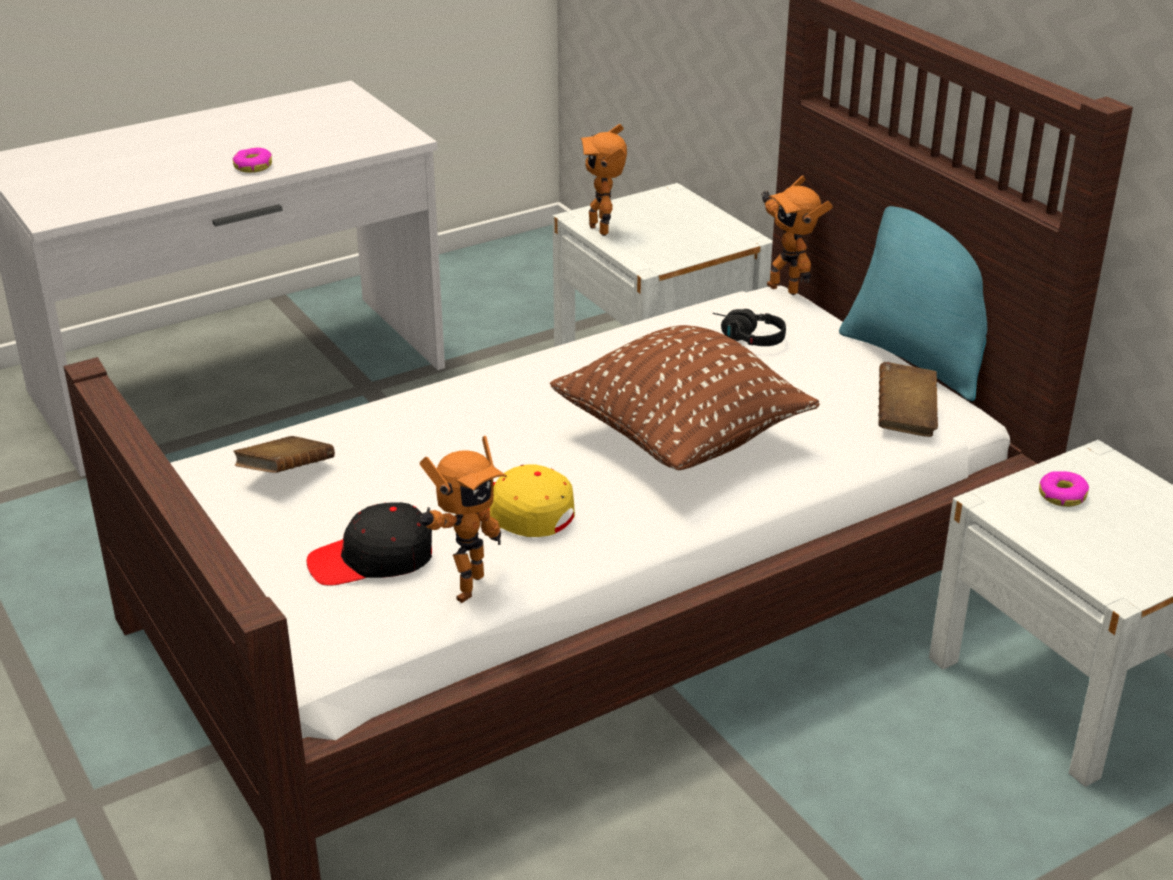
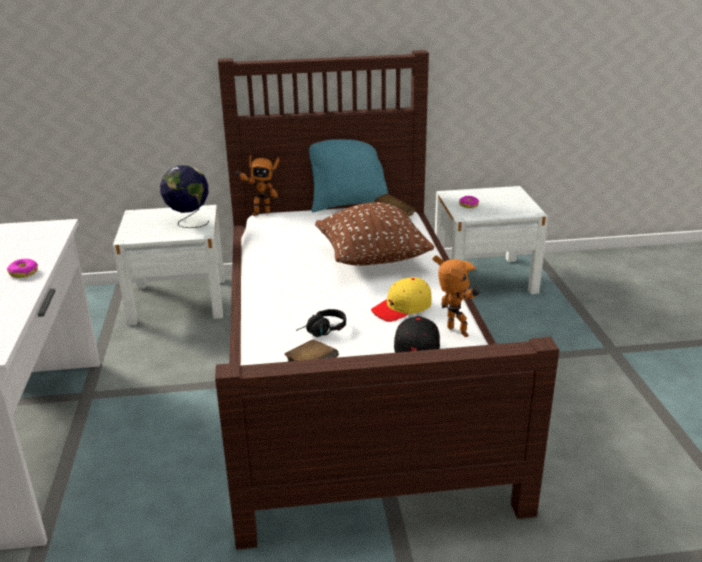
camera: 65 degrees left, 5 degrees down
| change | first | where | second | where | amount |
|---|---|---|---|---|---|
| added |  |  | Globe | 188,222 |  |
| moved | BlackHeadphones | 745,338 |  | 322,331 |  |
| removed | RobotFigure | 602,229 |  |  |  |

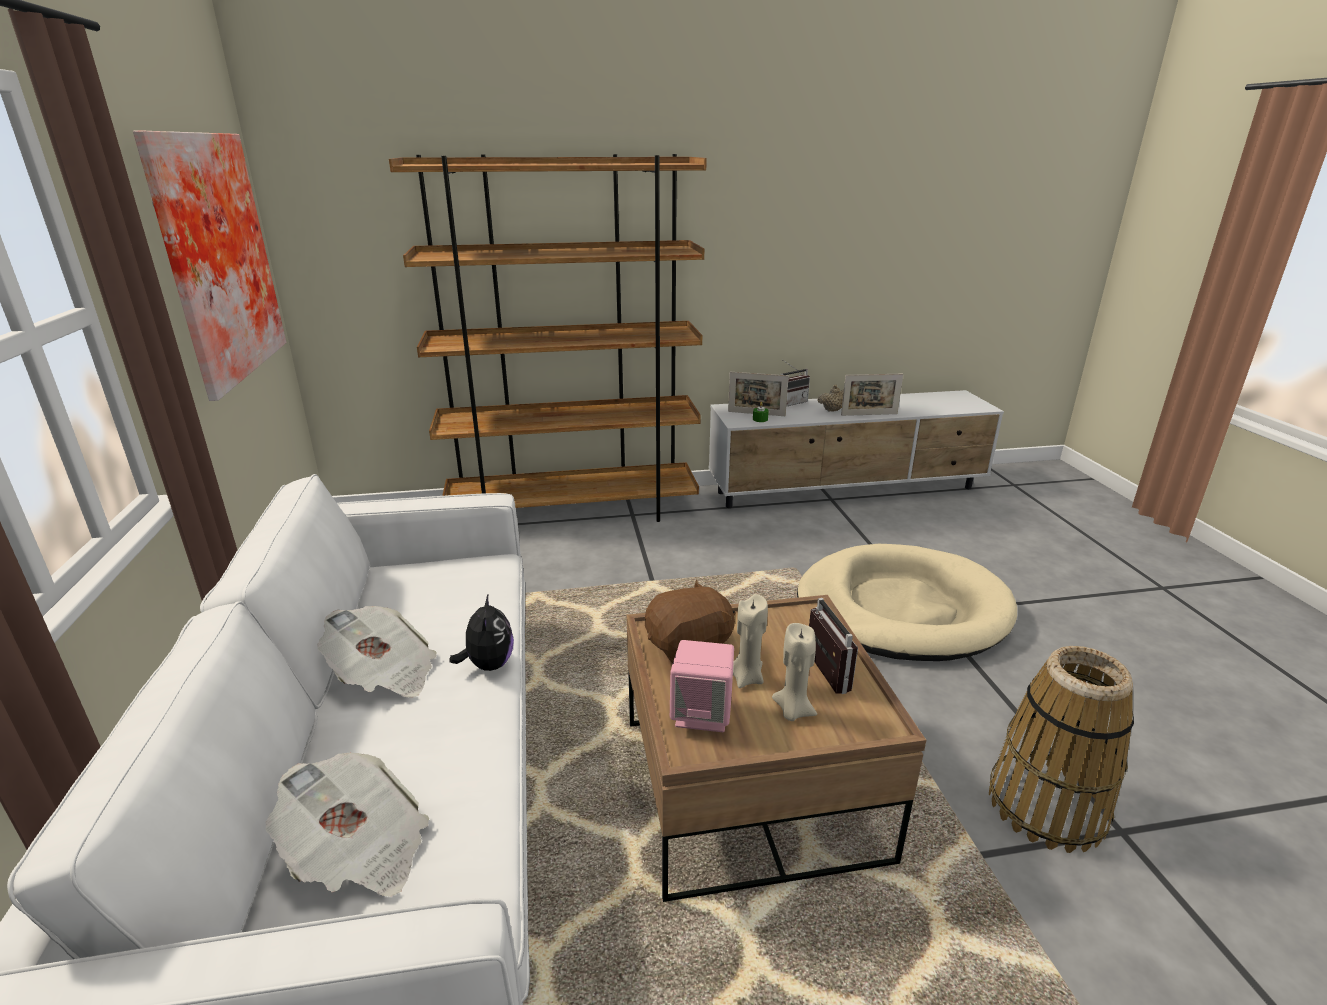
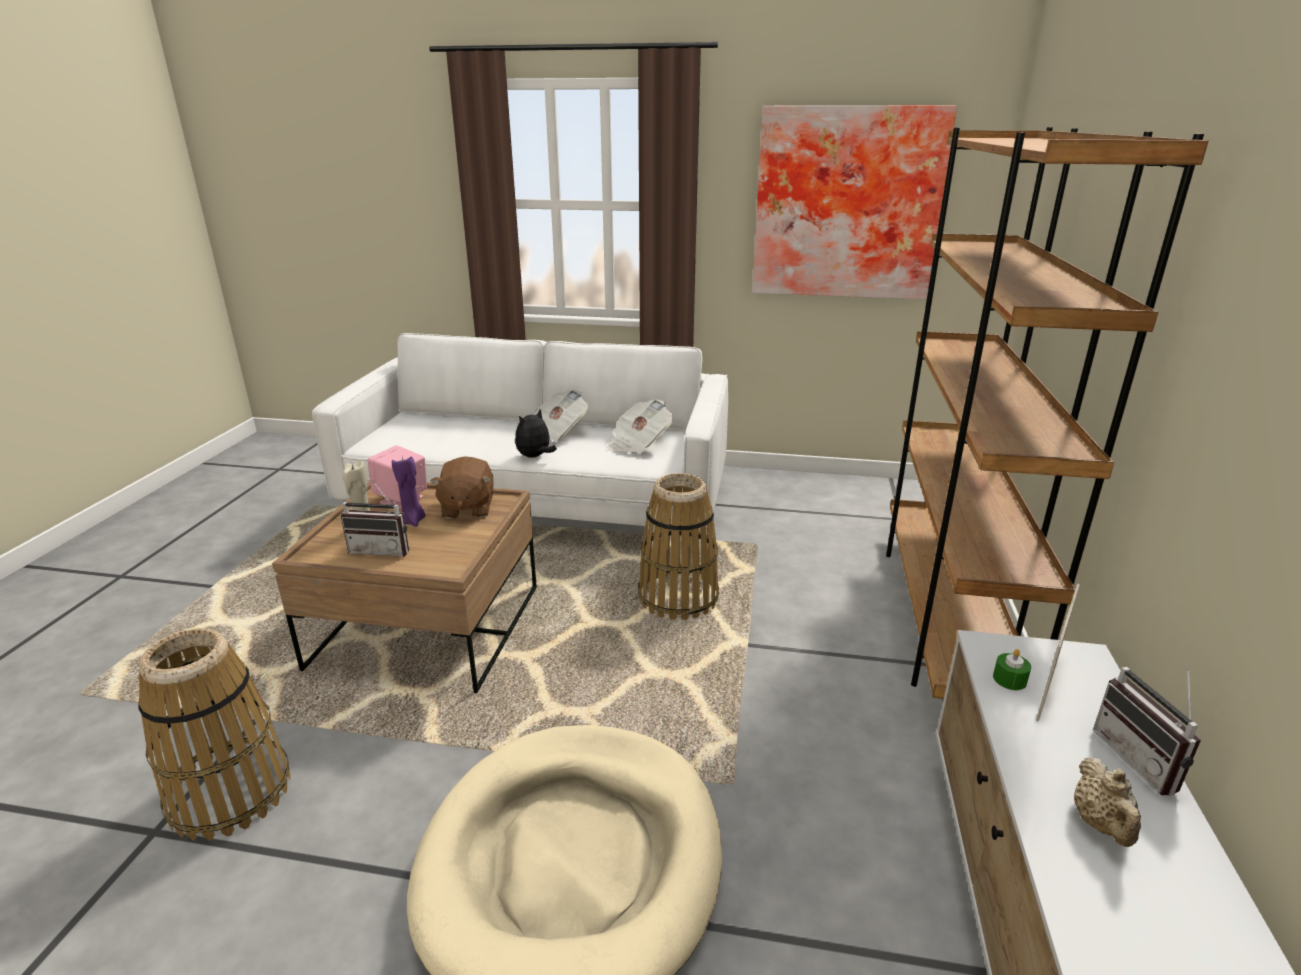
camera: 110 degrees right, 0 degrees up
| change | first | where | second | where | amount |
|---|---|---|---|---|---|
| recoloured | BeigeCandle | 747,678 | PurplishCandle | 413,521 |  |
| turned | CuddlyToy | 488,664 |  | 535,457 | 120 degrees clockwise |
| moved | PrintedPaper | 359,851 |  | 638,444 |  |
| added |  |  | StorageBasket | 678,598 |  |
| removed | StandingFrame | 869,414 |  |  |  |

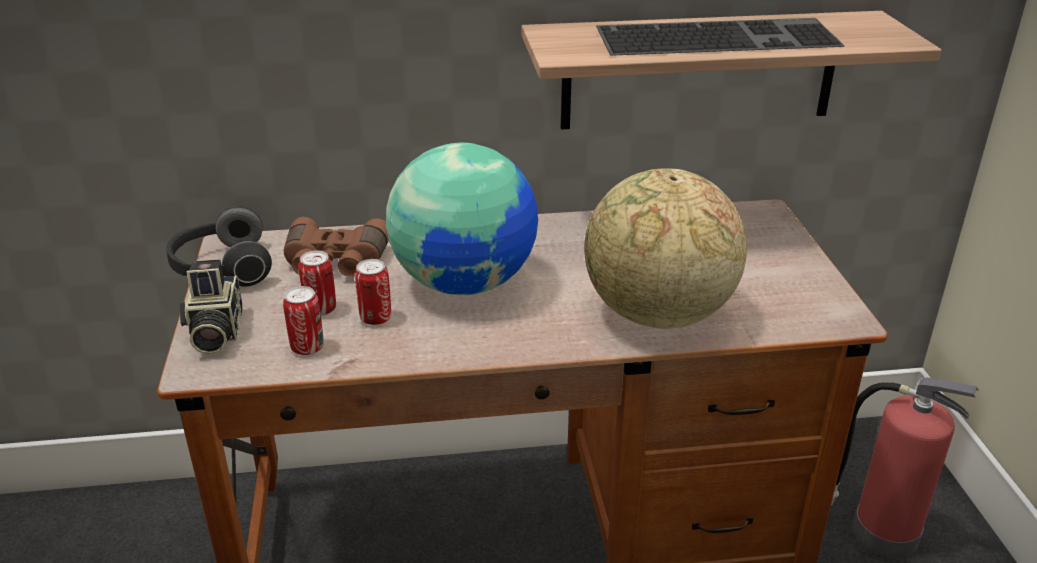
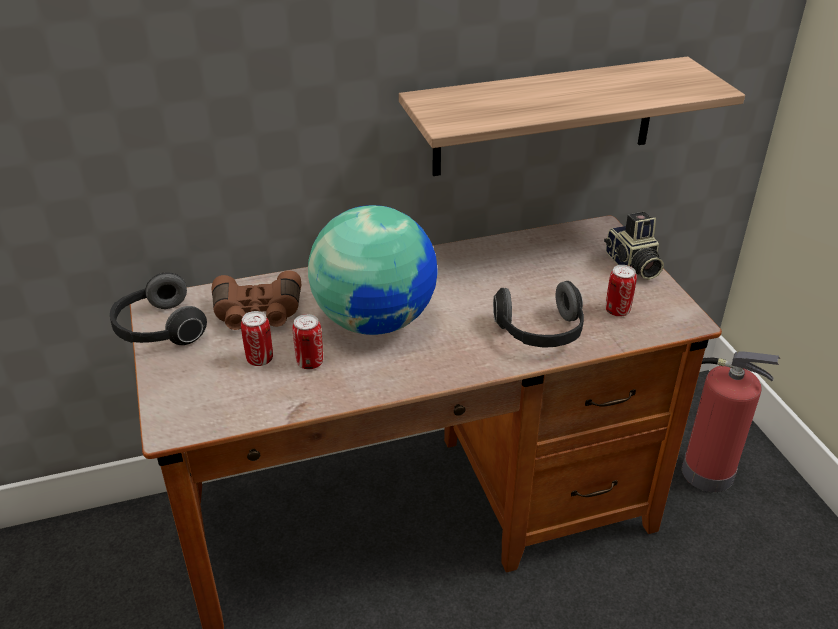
camera: 10 degrees left, 5 degrees up
| change | first | where | second | where | amount |
|---|---|---|---|---|---|
| replaced | Globe | 657,315 | Headphones | 540,333 |  |
| moved | StillCamera | 214,333 |  | 632,265 |  |
| moved | MetalCan | 307,348 |  | 617,311 |  |
| removed | ComputerKeyboard | 718,37 |  |  |  |

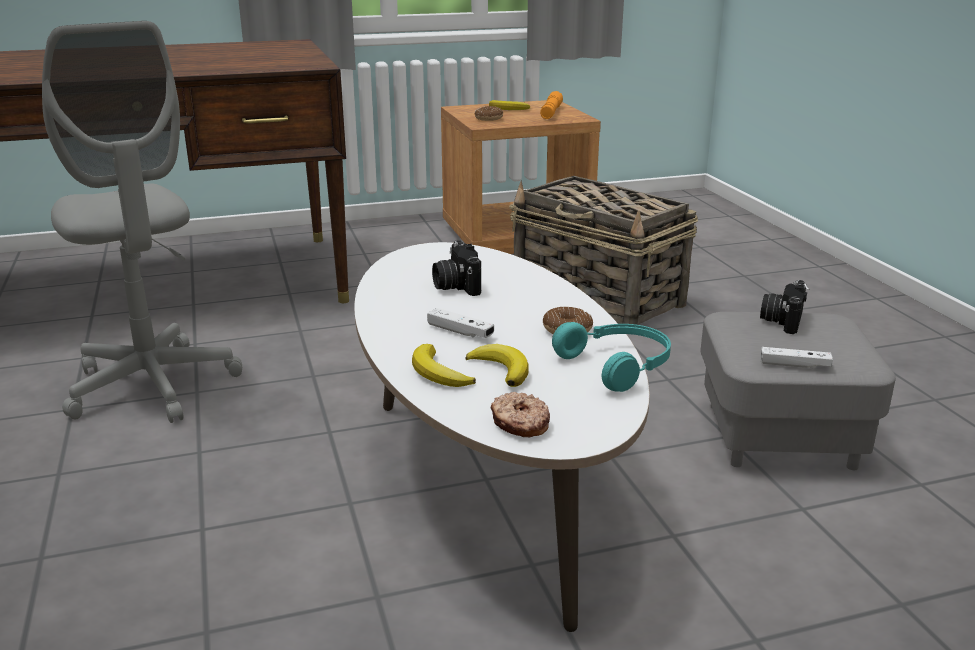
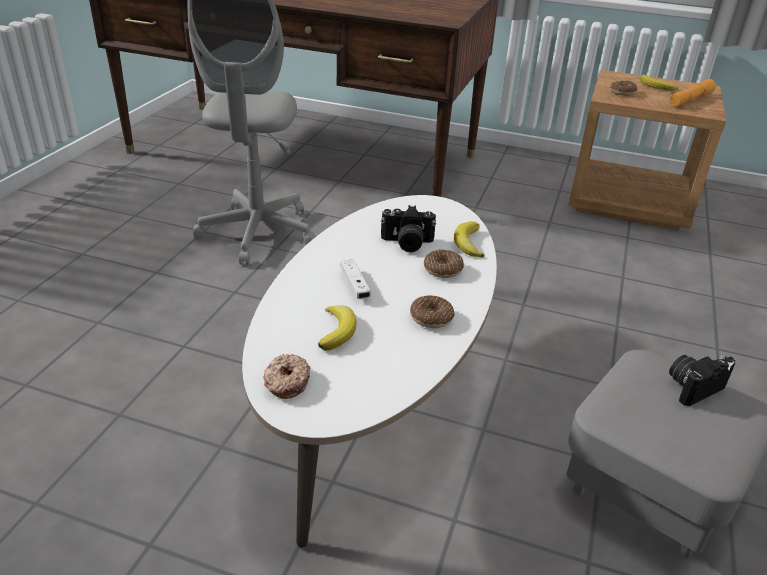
camera: 35 degrees right, 10 degrees up
| change | first | where | second | where | amount |
|---|---|---|---|---|---|
| turned | StillCamera | 455,286 |  | 407,243 | 105 degrees counterclockwise |
| added |  |  | Donut | 443,269 |  |
| moved | Banana | 438,373 |  | 468,243 |  |
| removed | StorageBasket | 599,298 |  |  |  |
| removed | TurquoiseHeadphones | 619,365 |  |  |  |
| removed | WhiteJoypad | 794,365 |  |  |  |

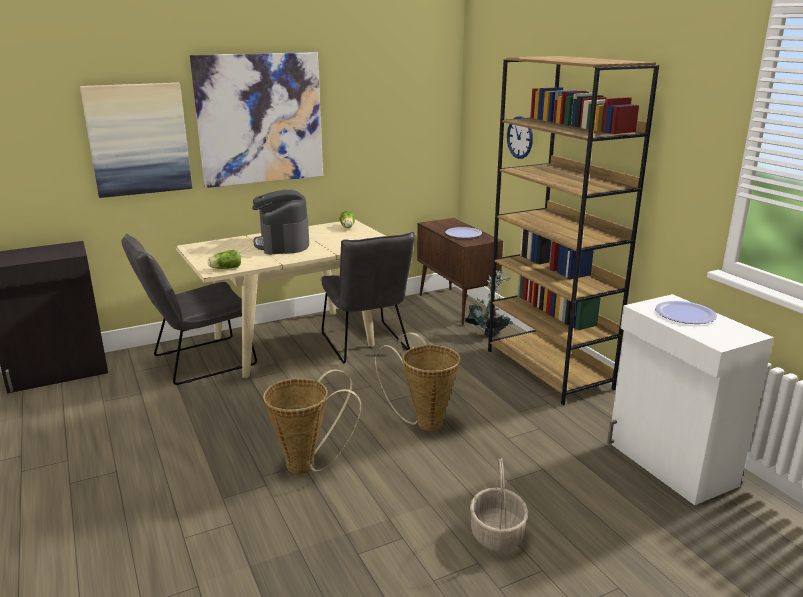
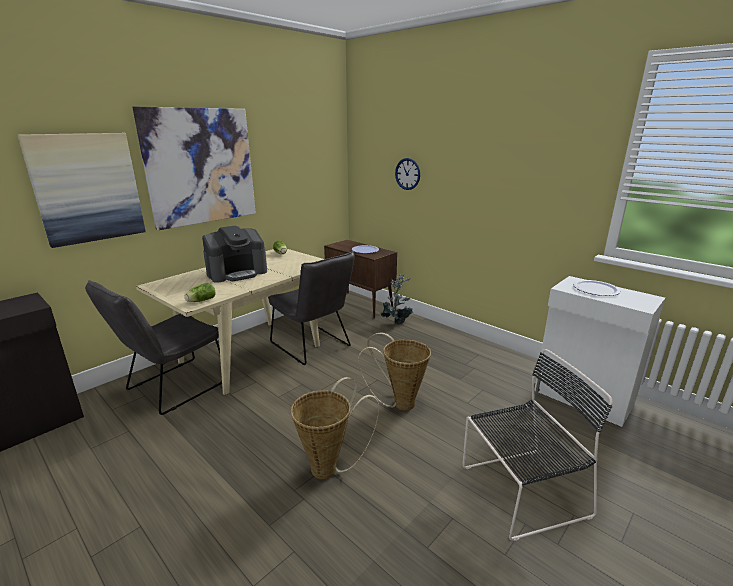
camera: 20 degrees left, 0 degrees up
| change | first | where | second | where | amount |
|---|---|---|---|---|---|
| turned | CoffeeMachine | 282,244 |  | 237,273 | 90 degrees counterclockwise |
| replaced | StorageBasket | 497,535 | BlackPlainChair | 520,492 |  |
| removed | BrownBookshelf | 549,369 |  |  |  |

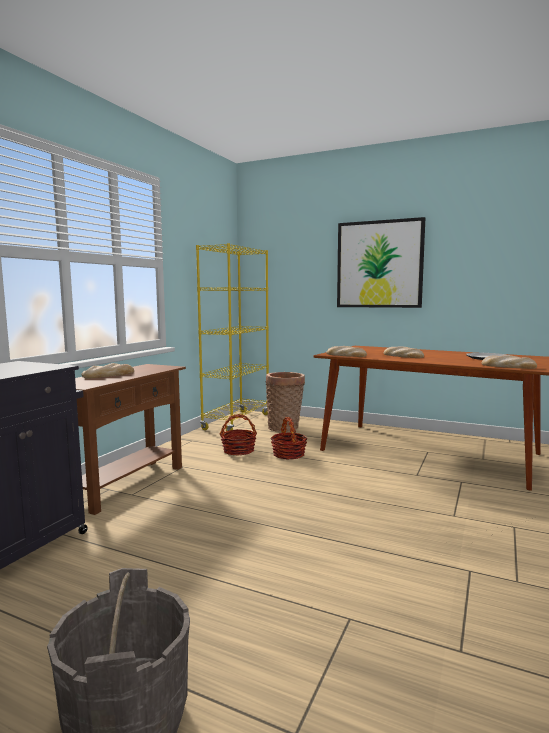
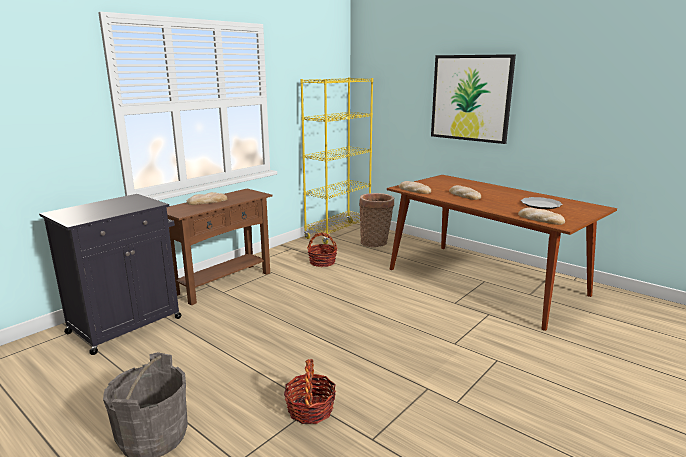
camera: 15 degrees right, 10 degrees up
| change | first | where | second | where | amount |
|---|---|---|---|---|---|
| moved | StorageBasket | 288,454 |  | 310,409 |  |

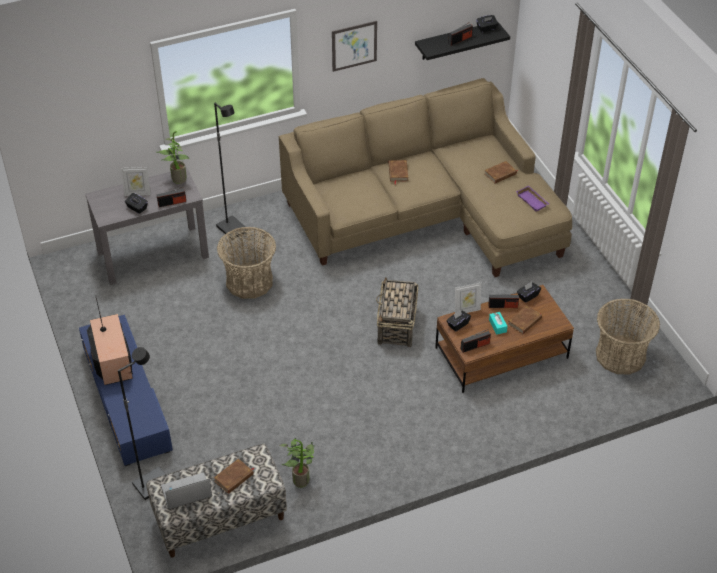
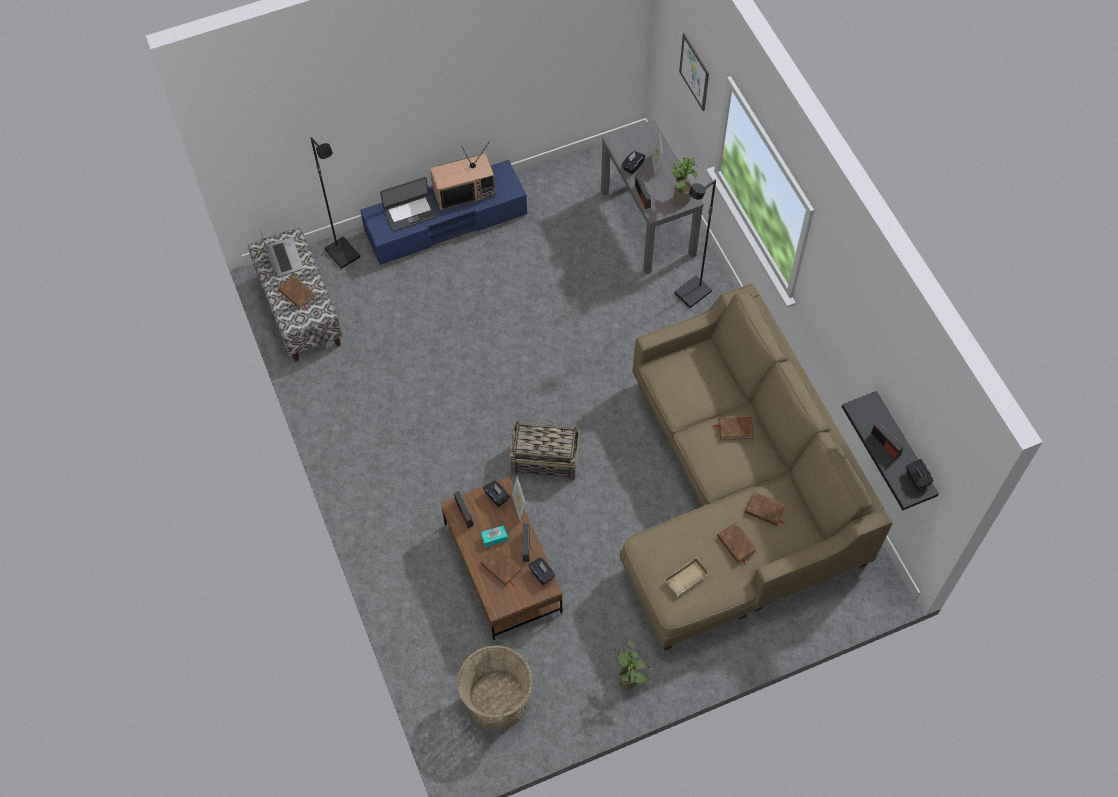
camera: 90 degrees right, 15 degrees up
| change | first | where | second | where | amount |
|---|---|---|---|---|---|
| added |  |  | PortableComputer | 410,212 |  |
| moved | PottedPlant | 301,479 |  | 630,681 |  |
| recoloured | PurplishServingTray | 533,200 | BeigeServingTray | 686,579 |  |
| moved | Picture | 354,46 |  | 694,72 |  |
| added |  |  | BrownVolume | 764,510 |  |
| removed | StorageBasket | 249,281 |  |  |  |

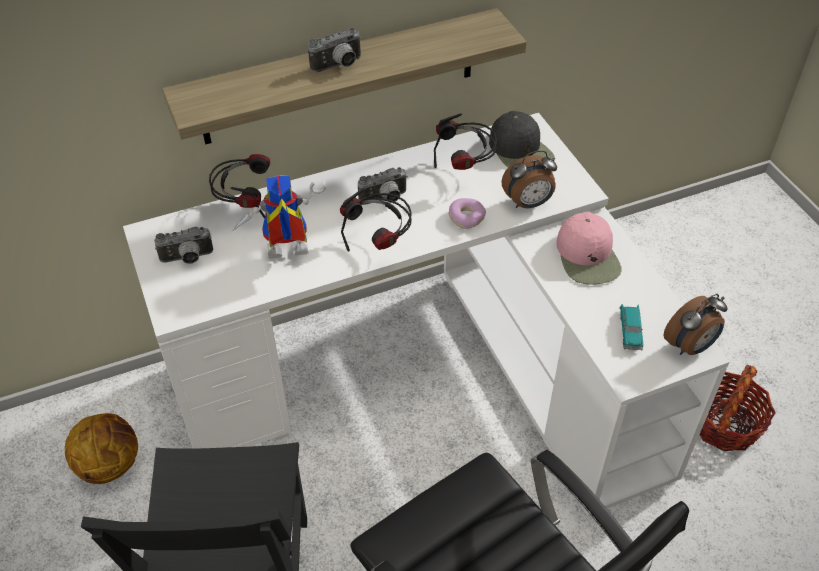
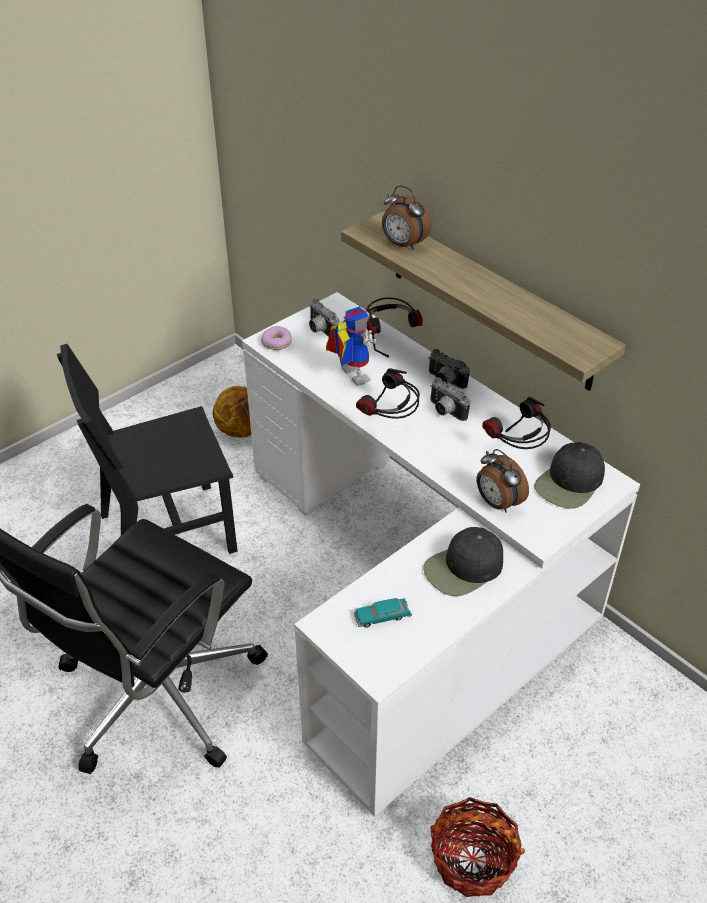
camera: 70 degrees right, 5 degrees down
| change | first | where | second | where | amount |
|---|---|---|---|---|---|
| moved | Donut | 466,217 |  | 277,343 |  |
| moved | AlarmClock | 690,346 |  | 403,245 |  |
| recoloured | PinkCap | 588,256 | BlackCap | 464,568 |  |
| moved | StillCamera | 339,66 |  | 444,381 |  |

